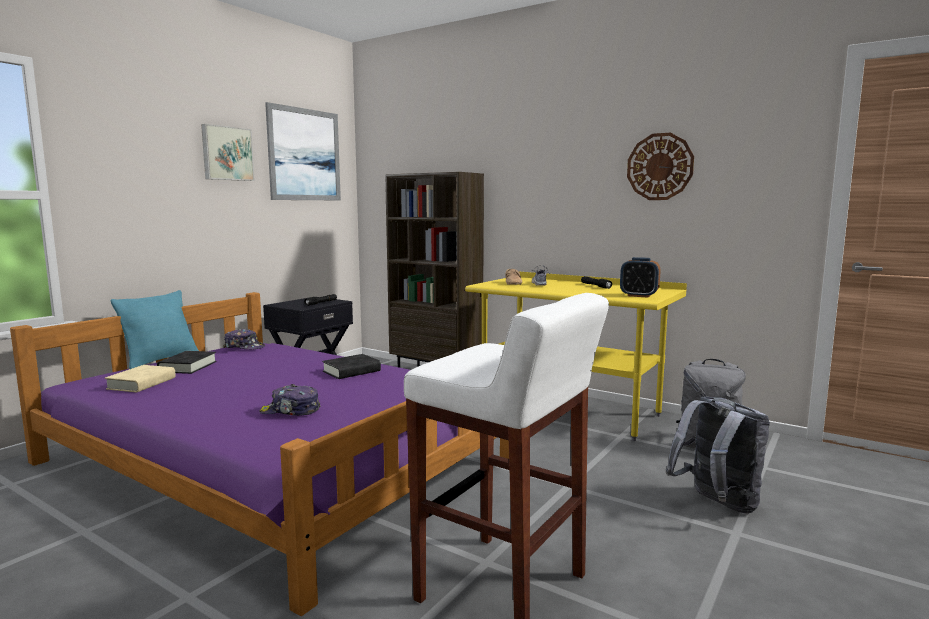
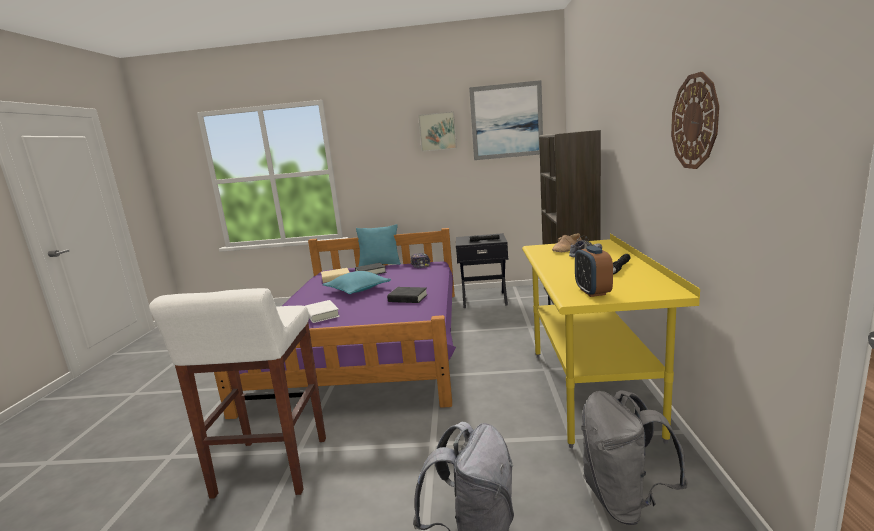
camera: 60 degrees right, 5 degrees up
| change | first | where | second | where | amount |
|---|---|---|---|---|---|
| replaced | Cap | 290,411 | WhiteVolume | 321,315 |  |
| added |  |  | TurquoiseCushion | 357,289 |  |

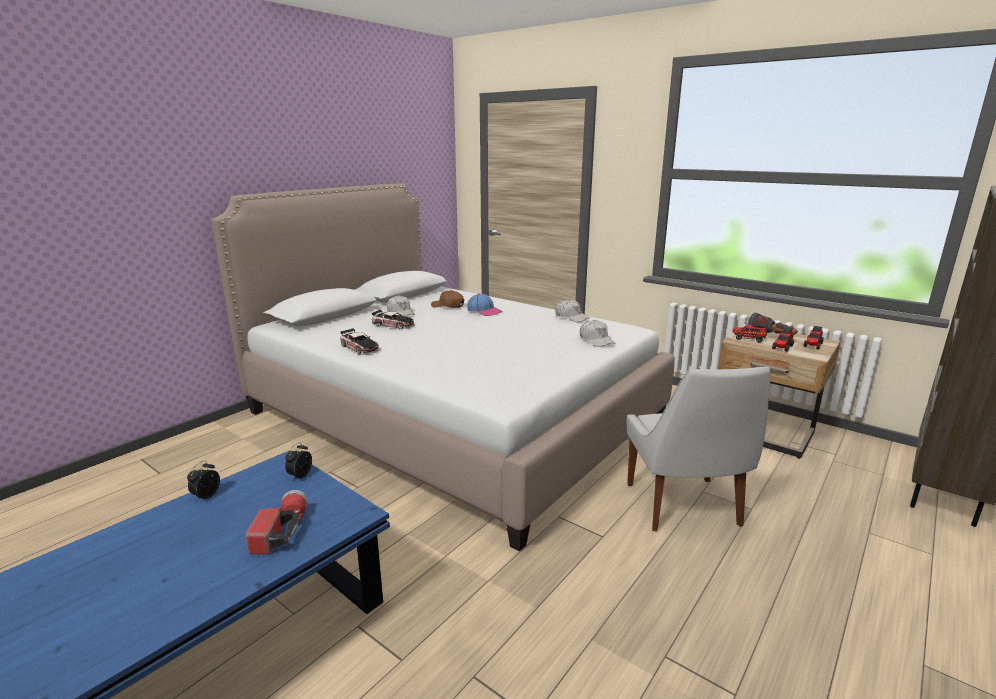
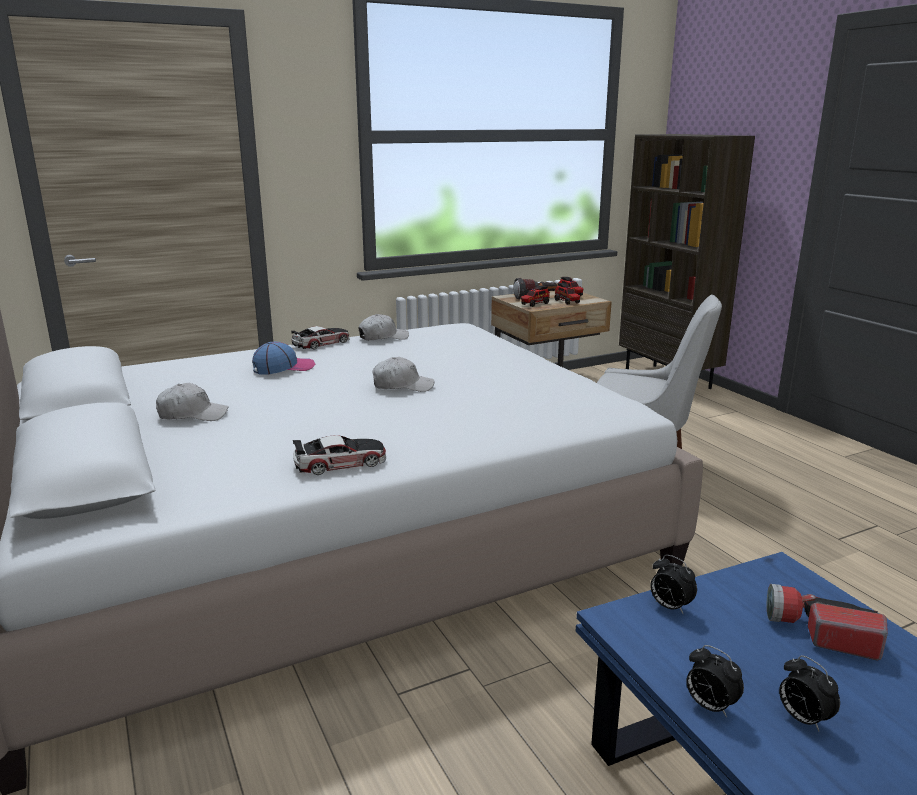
camera: 65 degrees left, 0 degrees up
| change | first | where | second | where | amount |
|---|---|---|---|---|---|
| moved | ModelCar | 393,325 |  | 321,343 |  |
| moved | WhiteCap | 596,340 |  | 402,386 |  |
| added |  |  | AlarmClock | 802,718 |  |
| removed | BrownCap | 448,306 |  |  |  |

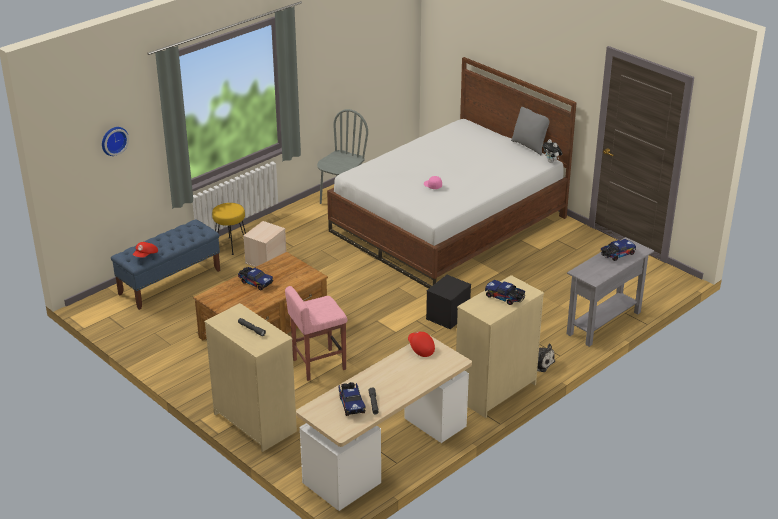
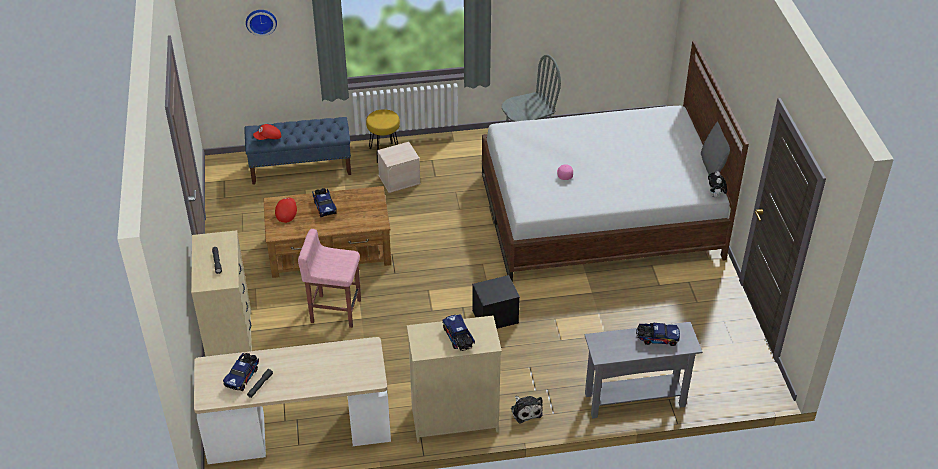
camera: 35 degrees right, 10 degrees up
| change | first | where | second | where | amount |
|---|---|---|---|---|---|
| moved | RedColouredCap | 420,348 |  | 286,213 |  |

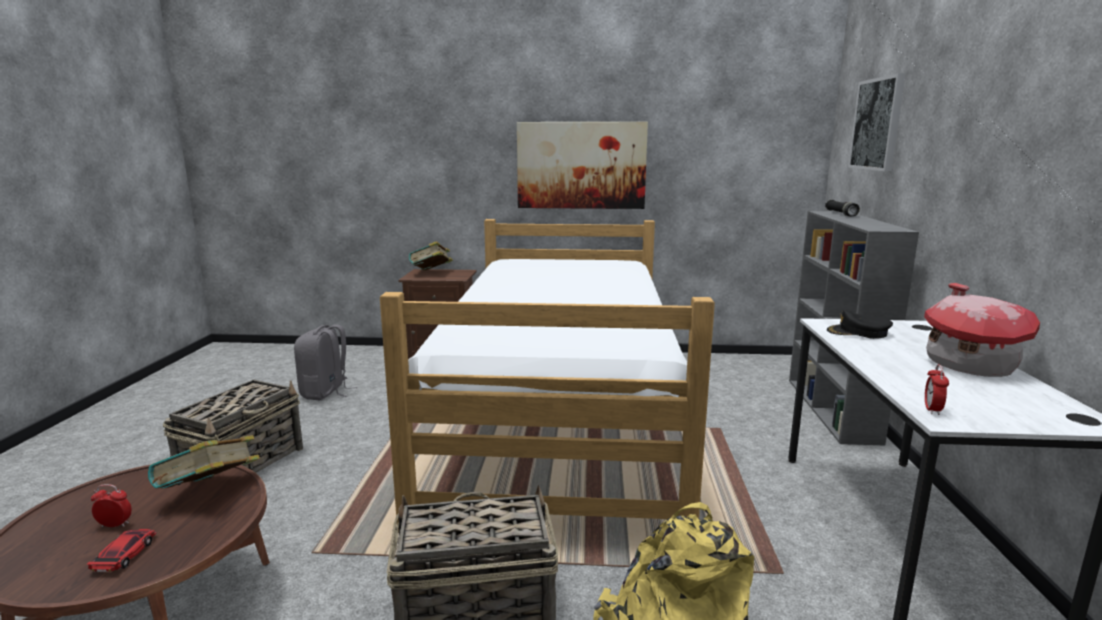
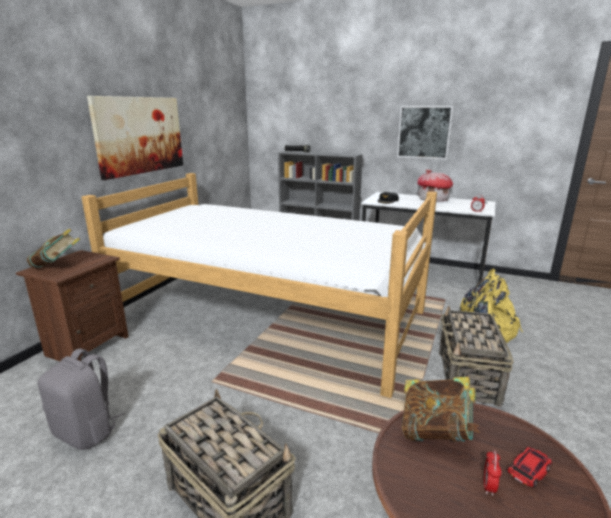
camera: 70 degrees left, 5 degrees up
| change | first | where | second | where | amount |
|---|---|---|---|---|---|
| moved | Picture | 877,124 |  | 424,132 |  |
| turned | ModelCar | 125,554 |  | 529,469 | 120 degrees clockwise |

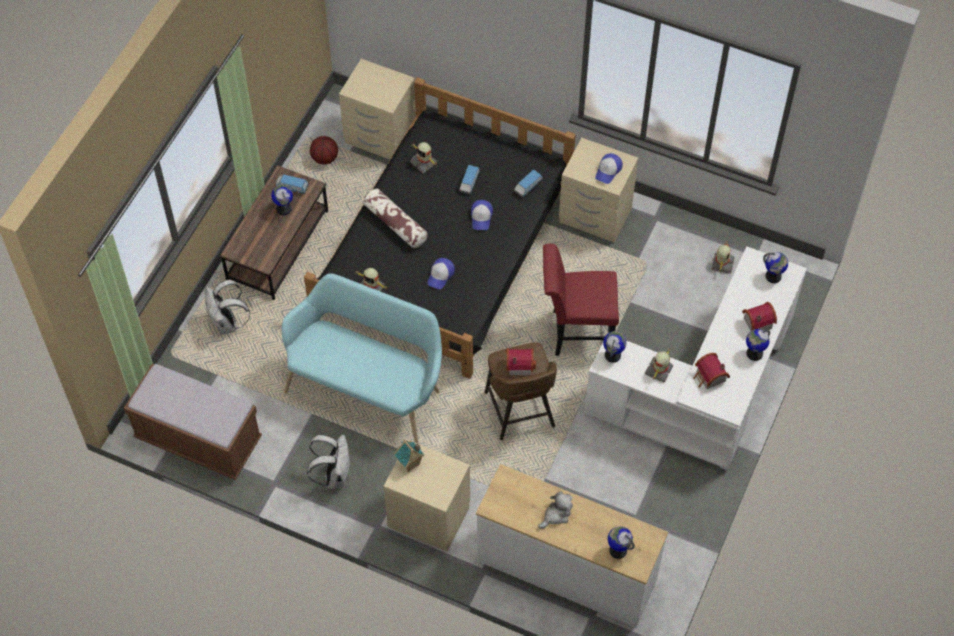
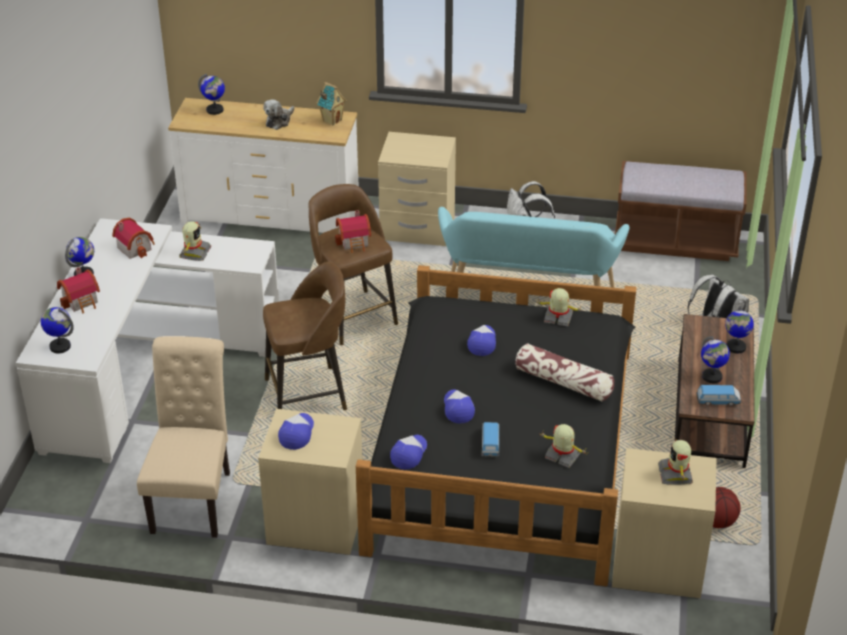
camera: 165 degrees right, 20 degrees down
| change | first | where | second | where | amount |
|---|---|---|---|---|---|
| added |  |  | BeigePlainChair | 194,497 |  |
| replaced | RedColouredPlainChair | 576,332 | BrownSittingStool | 308,394 |  |
| moved | ModelHouse | 410,464 |  | 332,120 |  |
| replaced | ModelCar | 528,186 | Cap | 409,454 |  |
| moved | RobotFigure | 722,264 |  | 676,474 |  |
| moved | Globe | 613,355 |  | 735,347 |  |

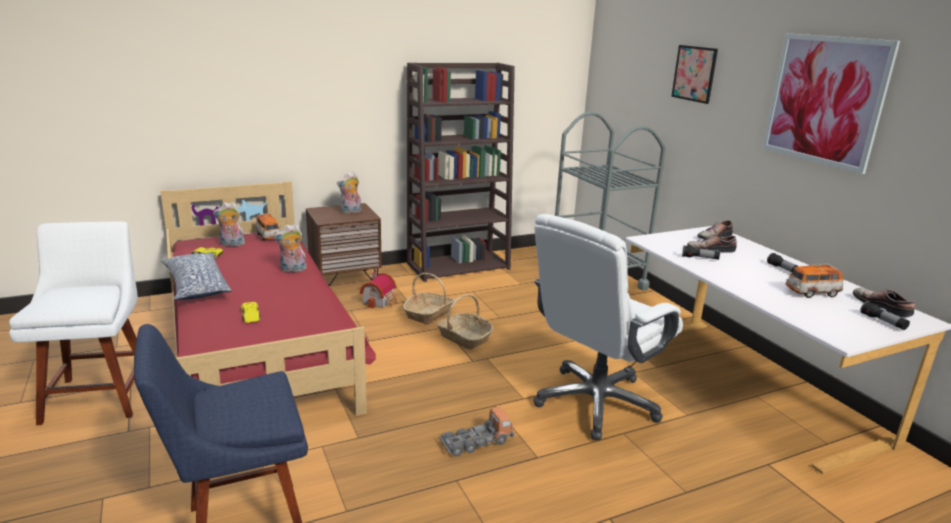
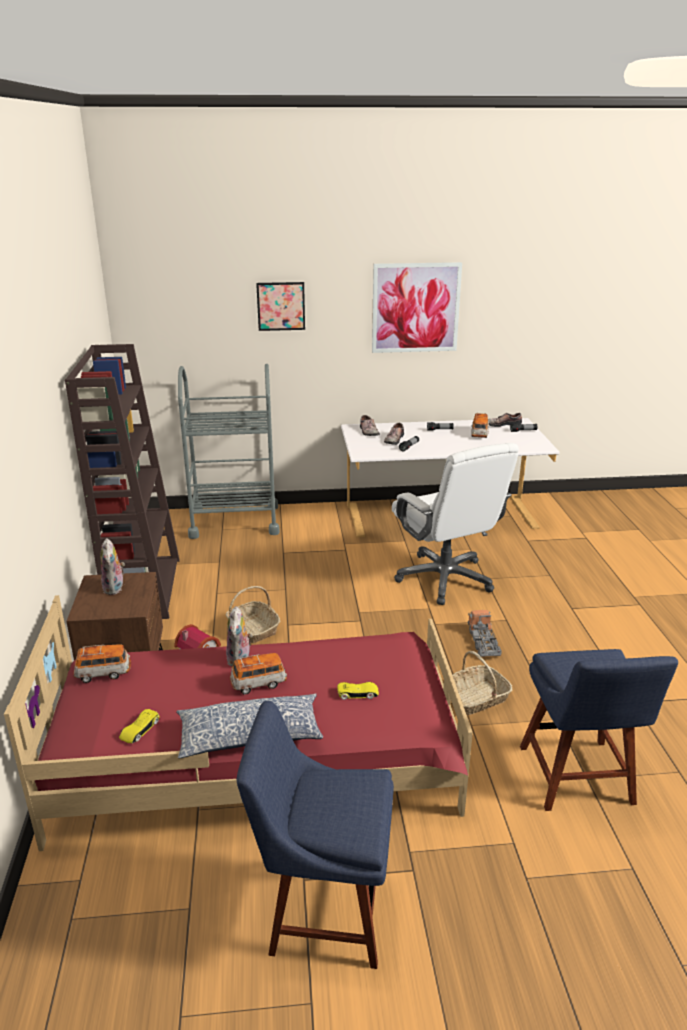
camera: 70 degrees left, 5 degrees up
| change | first | where | second | where | amount |
|---|---|---|---|---|---|
| added |  |  | ModelCar | 259,683 |  |
| recoloured | WhitePlainChair | 100,394 | BlueColouredPlainChair | 322,909 |  |
| moved | StorageBasket | 464,337 |  | 476,698 |  |
| removed | CuddlyToy | 231,245 |  |  |  |

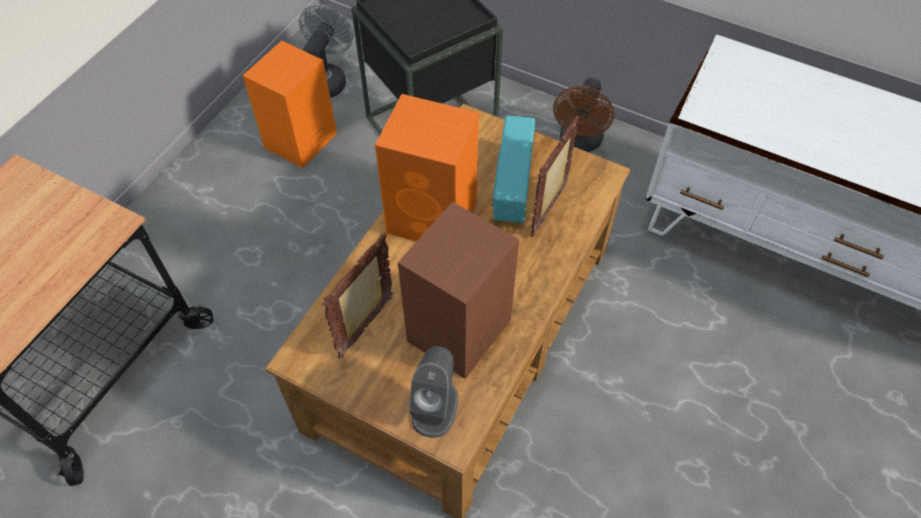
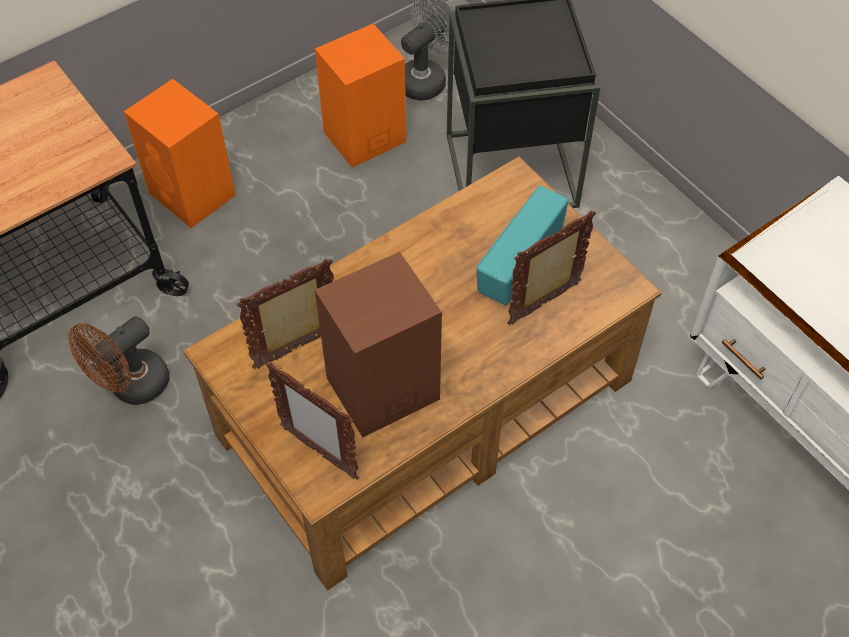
camera: 25 degrees right, 0 degrees up
| change | first | where | second | where | amount |
|---|---|---|---|---|---|
| moved | BrownCoolingFan | 579,142 |  | 131,387 |  |
| moved | OrangeLoudspeaker | 434,218 |  | 193,195 |  |
| replaced | GreyLoudspeaker | 435,407 | StandingFrame | 319,452 |  |

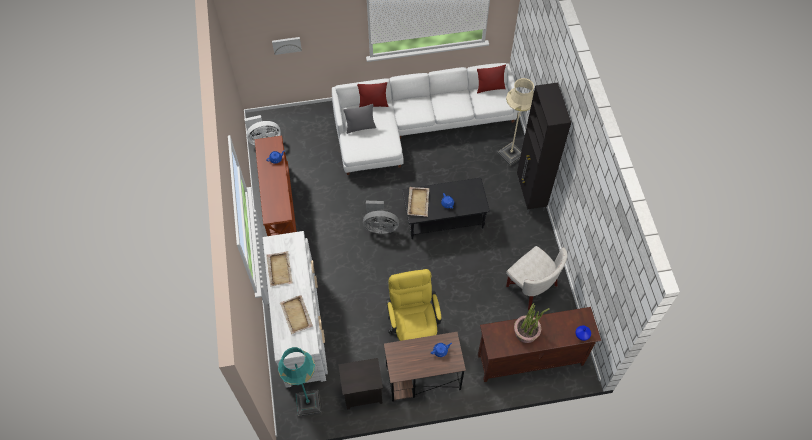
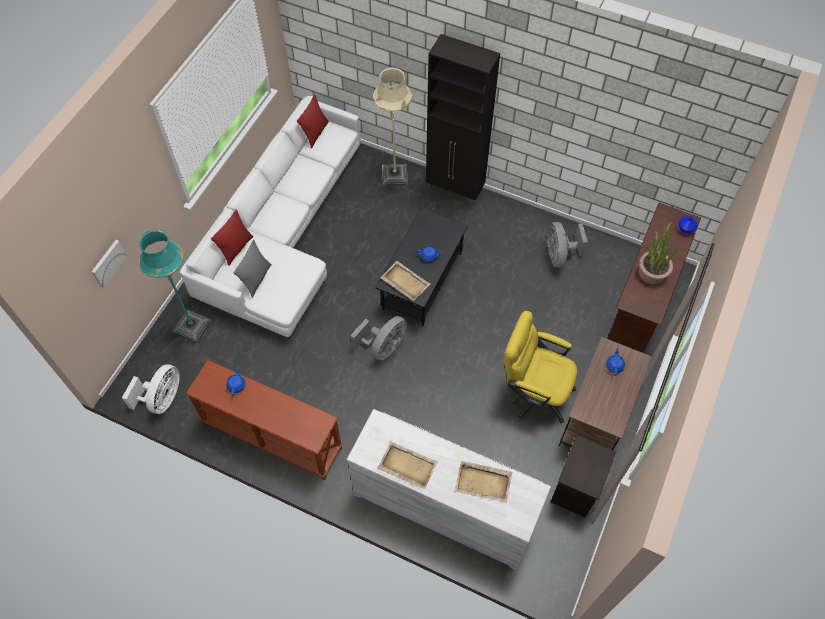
camera: 55 degrees left, 0 degrees up
| change | first | where | second | where | amount |
|---|---|---|---|---|---|
| moved | TurquoiseStandardLamp | 308,403 |  | 192,327 |  |
| replaced | WhiteLoungeChair | 531,286 | GreyCoolingFan | 559,255 |  |

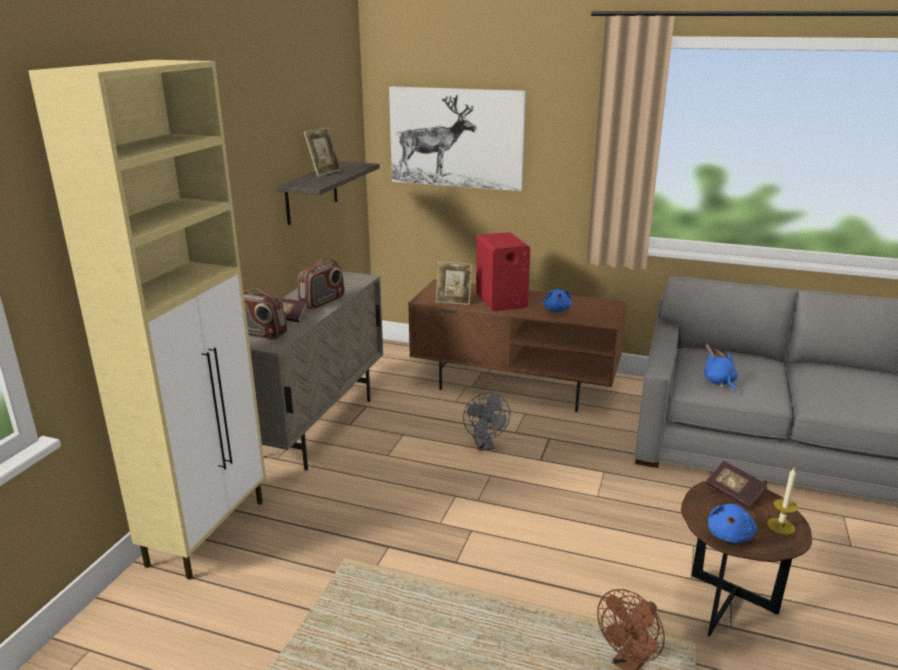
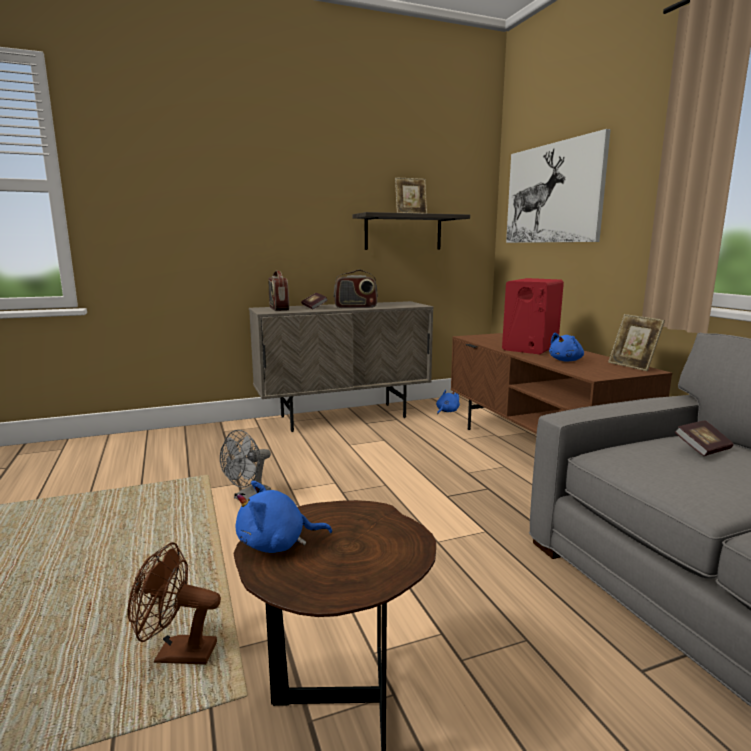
camera: 50 degrees right, 10 degrees down
| change | first | where | second | where | amount |
|---|---|---|---|---|---|
| moved | GreyCoolingFan | 485,445 |  | 248,497 |  |
| moved | BlueColouredCuddlyToy | 720,383 |  | 446,411 |  |
| moved | StandingFrame | 454,301 |  | 632,366 |  |
| removed | BeigeCupboard | 209,531 |  |  |  |
| removed | Volume | 733,493 |  |  |  |
| removed | Candle | 780,526 |  |  |  |

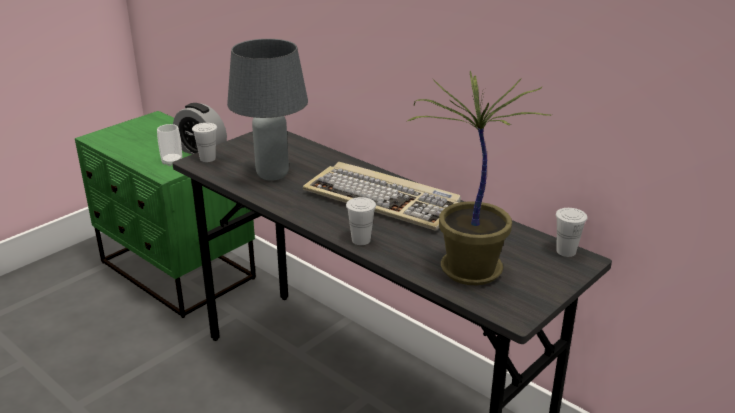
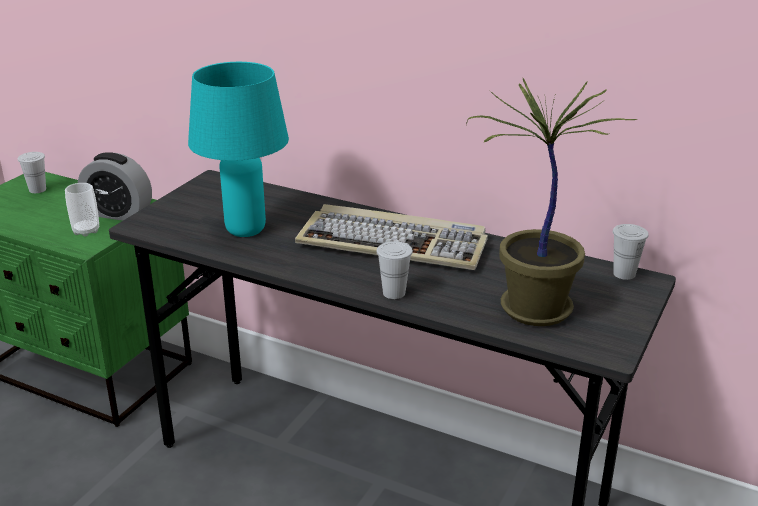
camera: 15 degrees left, 0 degrees up
| change | first | where | second | where | amount |
|---|---|---|---|---|---|
| moved | WhiteCup | 207,158 |  | 37,189 |  |
| recoloured | GreyLampForATable | 272,175 | TurquoiseLampForATable | 245,231 |  |

